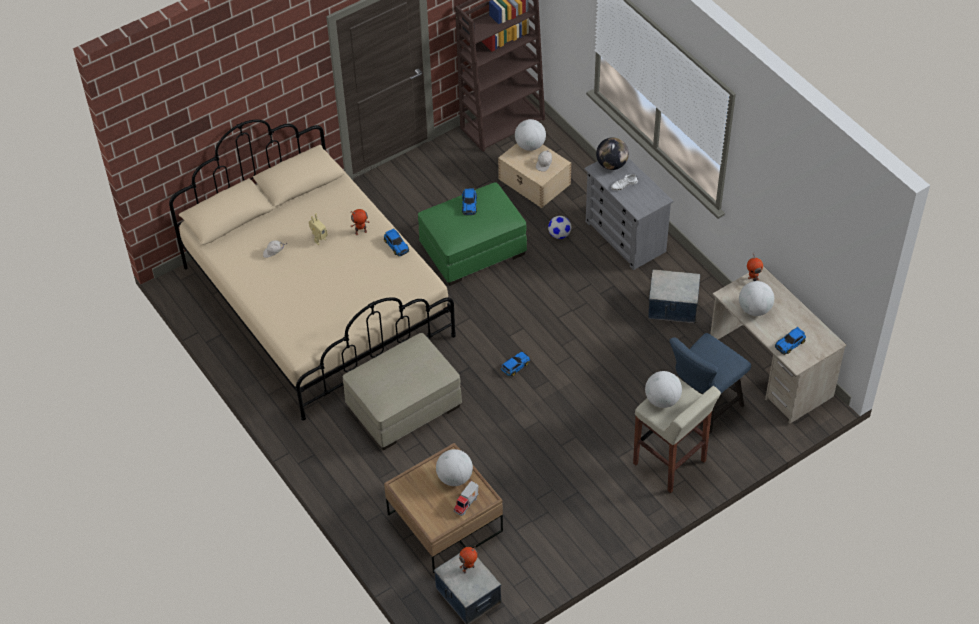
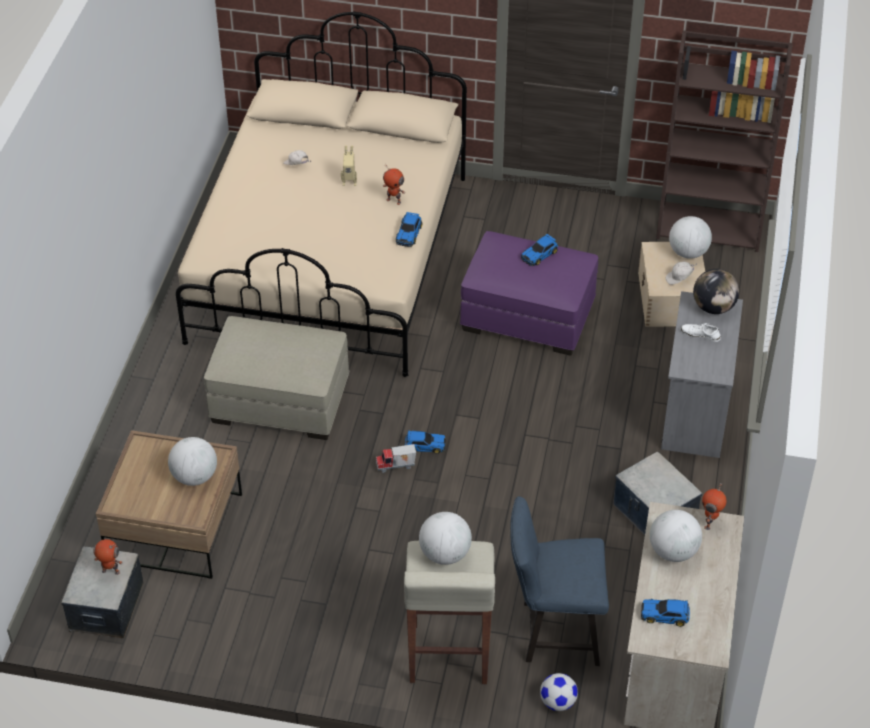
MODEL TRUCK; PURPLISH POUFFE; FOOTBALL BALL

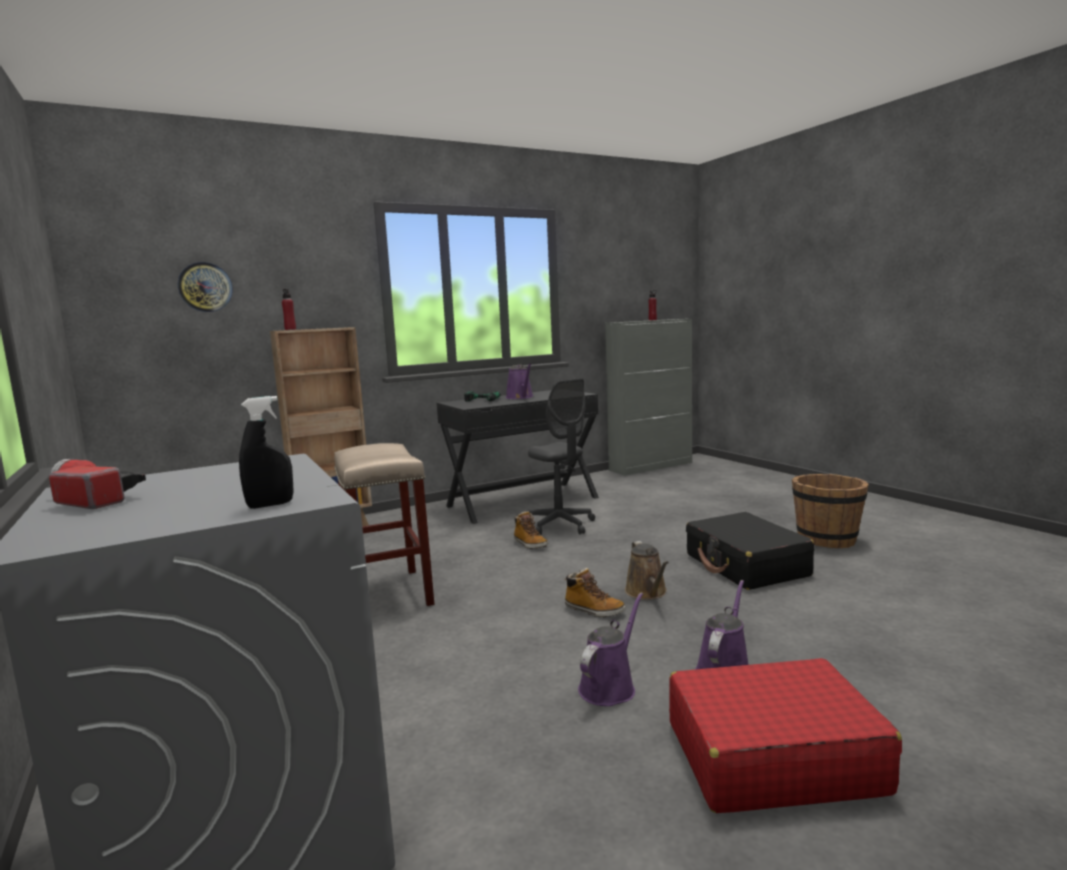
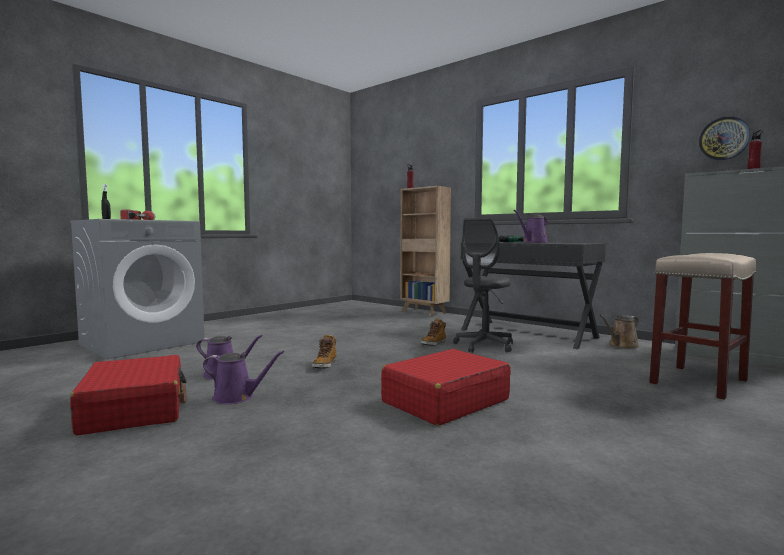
REDDISH PIECE OF LUGGAGE (2nd from left); BROWN-COLOURED WATERING CAN; SAND-COLOURED SITTING STOOL; WALL CLOCK; BROWN-COLOURED PAIL

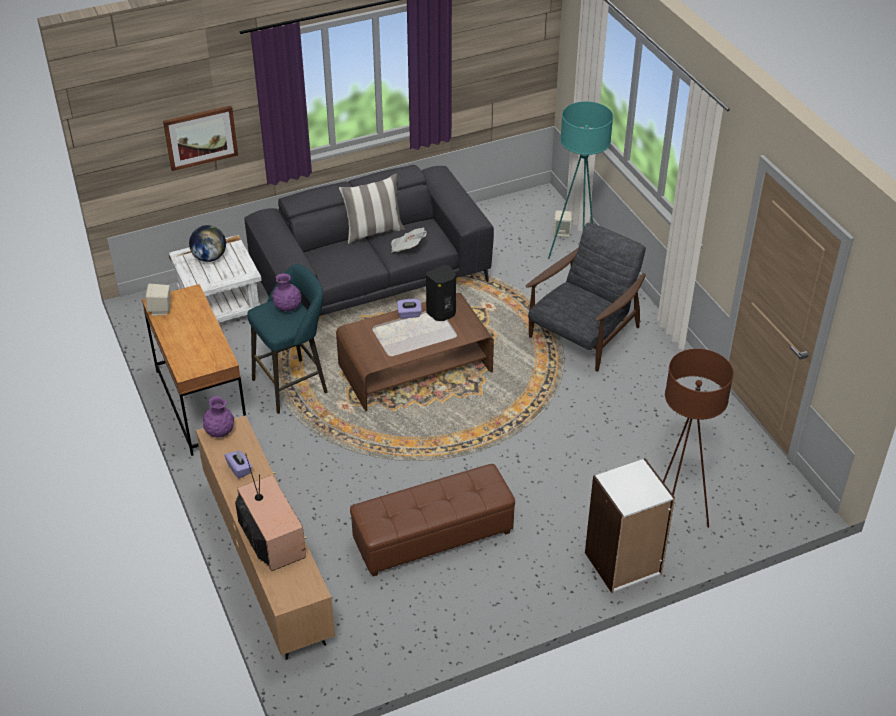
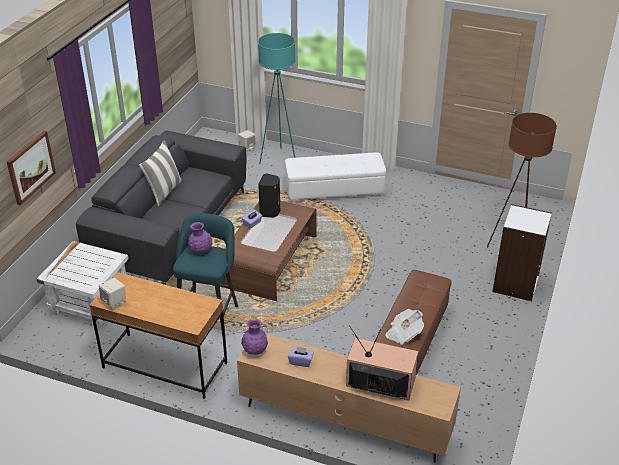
WHITE POUFFE; NEWSPAPER; WORLD GLOBE

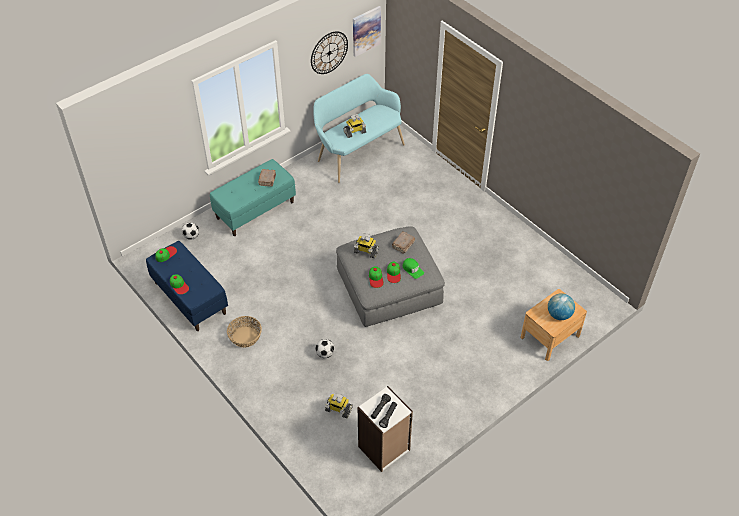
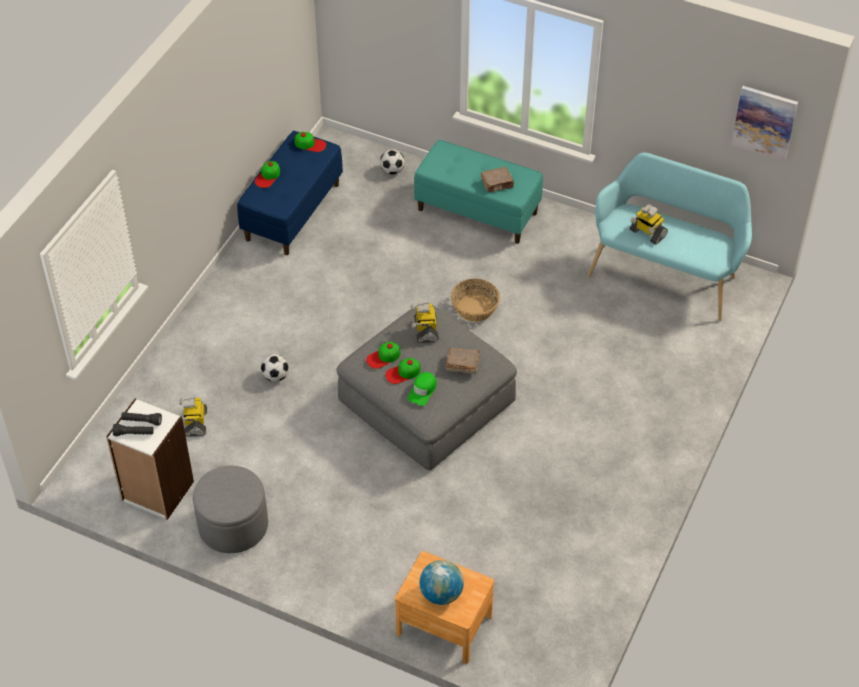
GRAY POUFFE (1st from left); HOUSEHOLD BASKET; WALL CLOCK

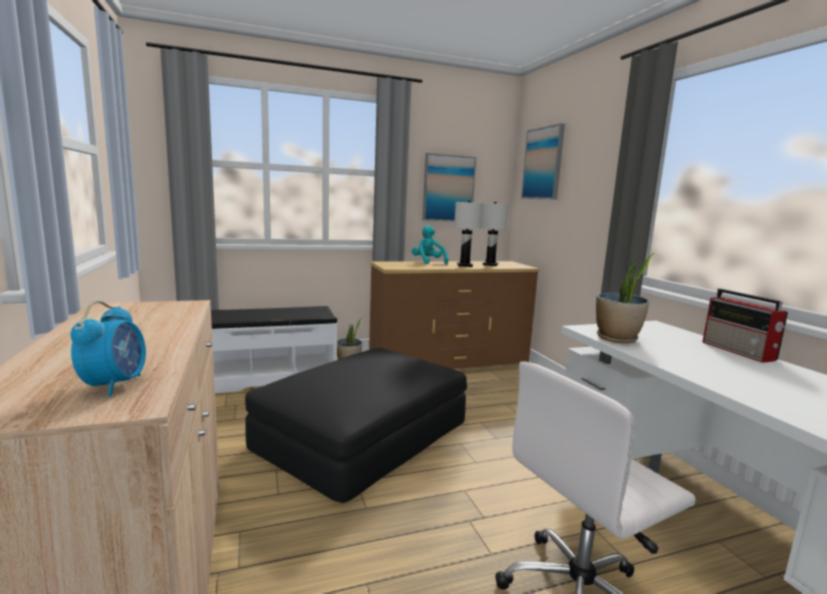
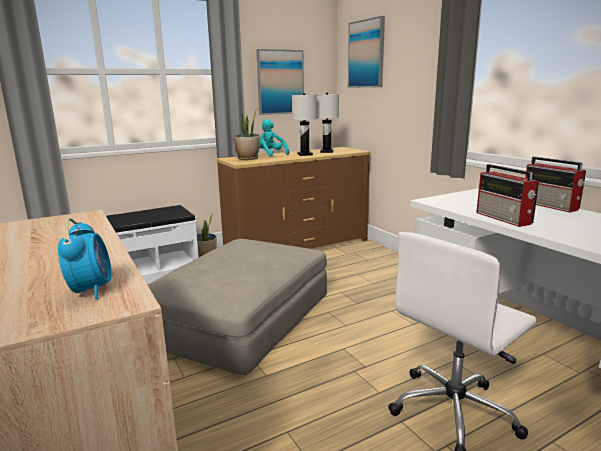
SAND-COLOURED POUFFE; POTTED PLANT (2nd from left); RADIO SET (1st from left)

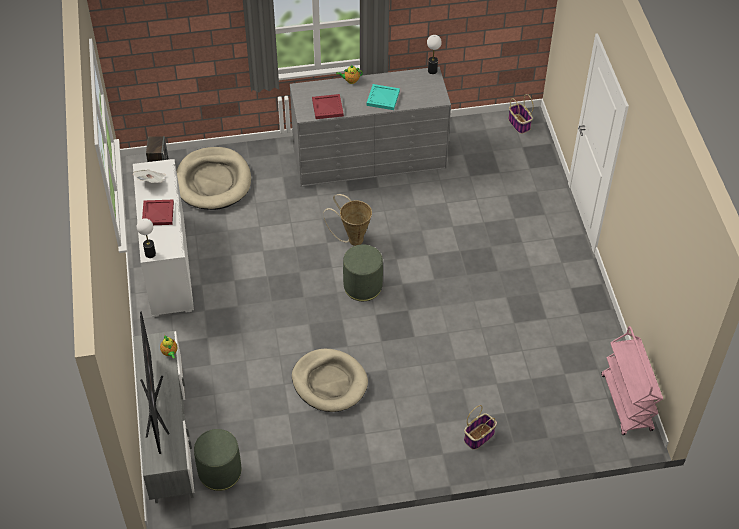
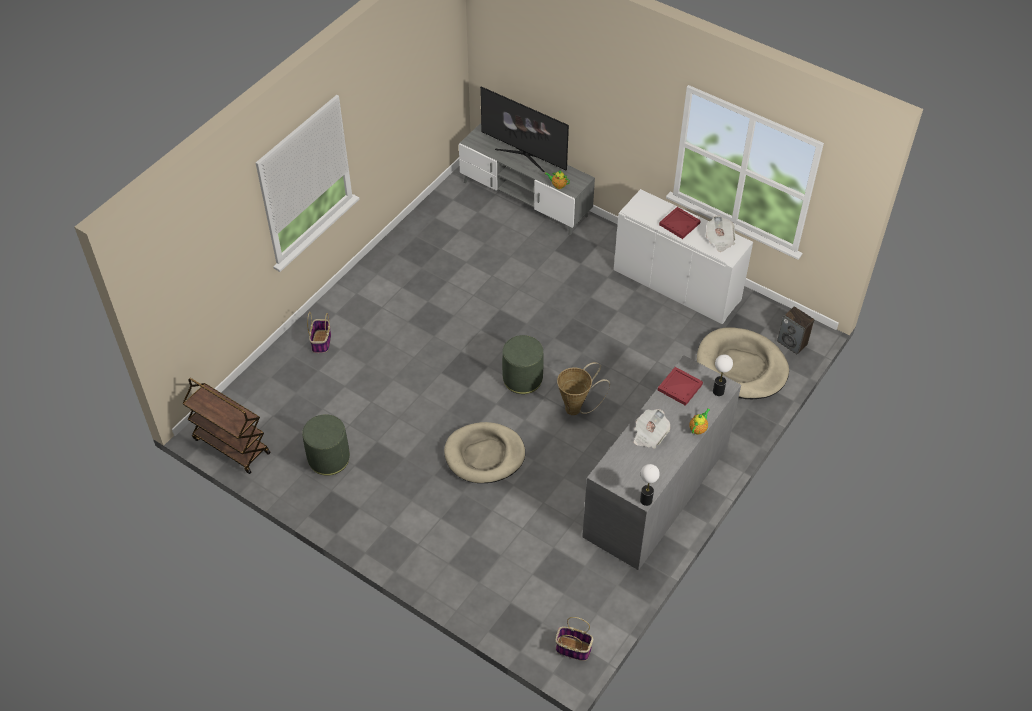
BROWN-COLOURED WHEELED CART; GREEN-COLOURED POUFFE (1st from left); SAND-COLOURED PET BED (1st from left); NEWSPAPER (1st from left); TABLETOP LAMP (2nd from left)

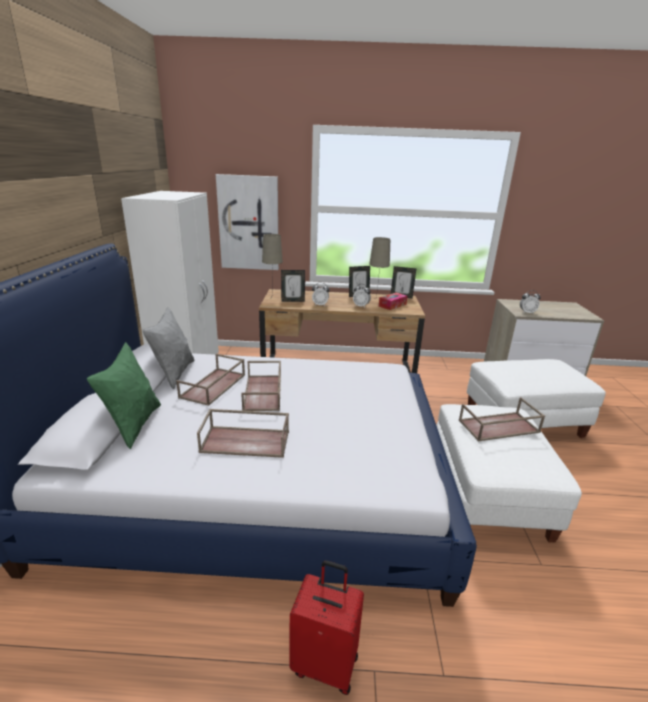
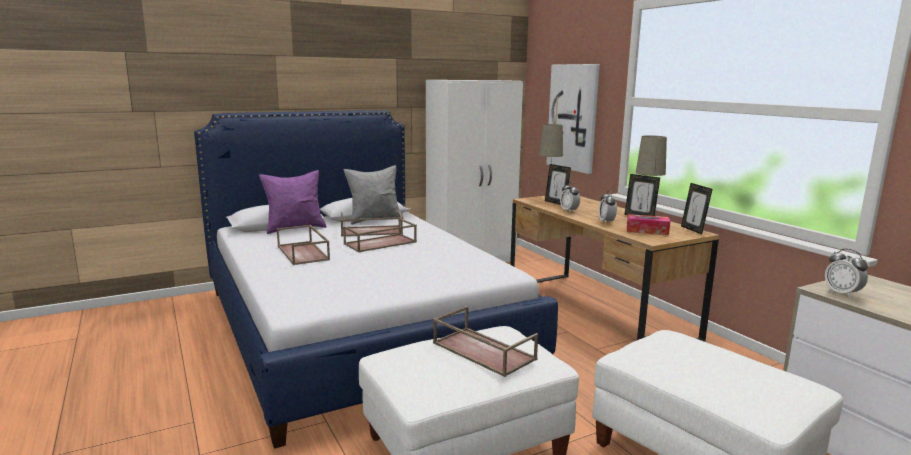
PURPLISH PILLOW; REDDISH PIECE OF LUGGAGE

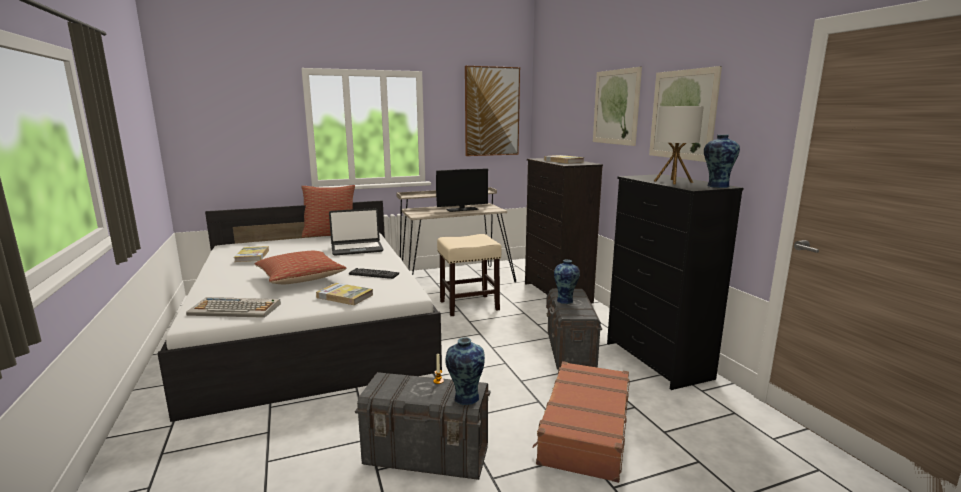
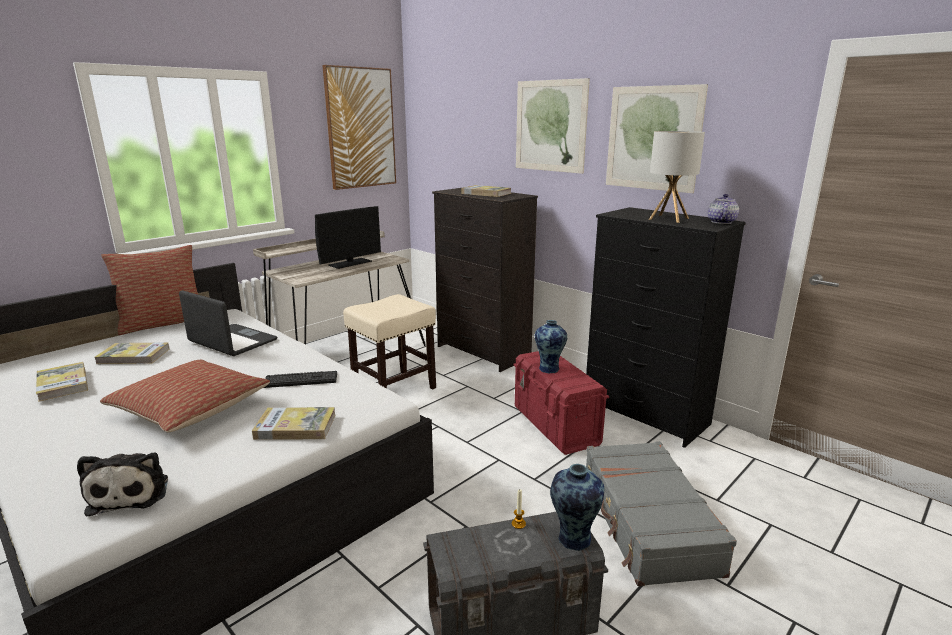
SOFT TOY; BOUND BOOK (2nd from left); NOTEBOOK COMPUTER; REDDISH STORAGE BIN; GRAY PIECE OF LUGGAGE; POT FOR TEA

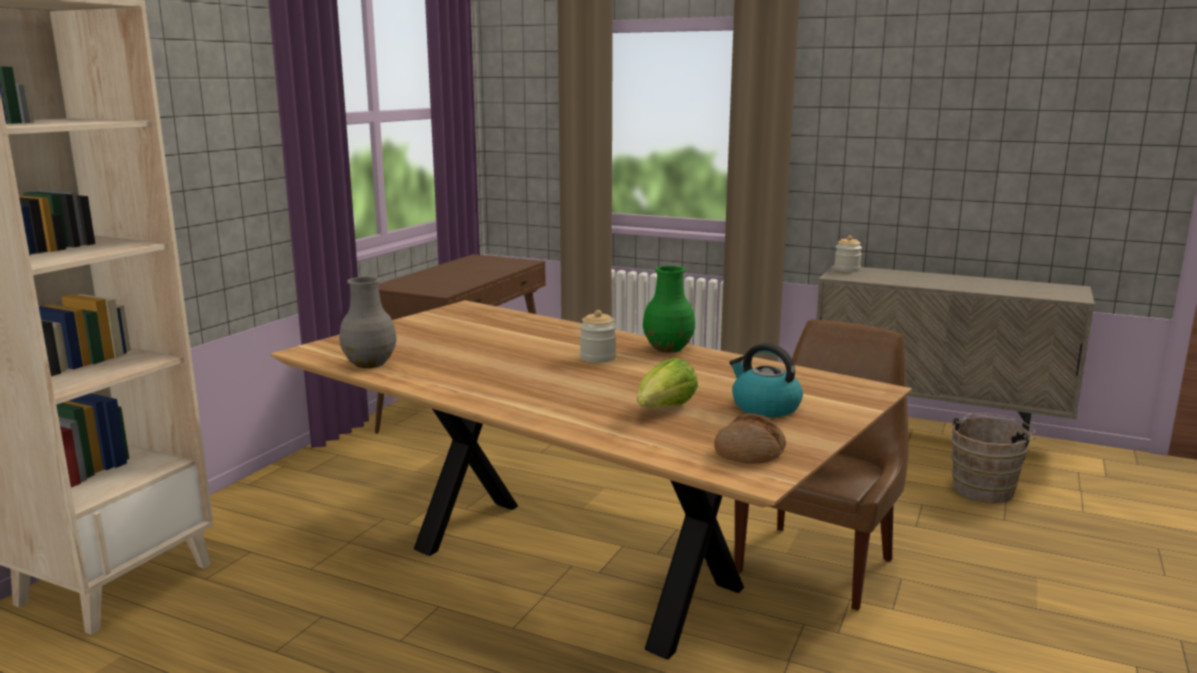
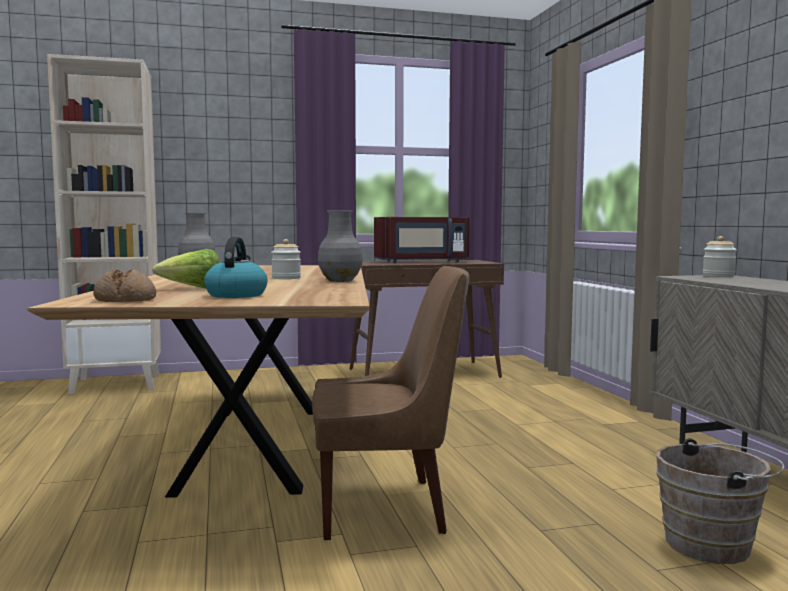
GRAY DECORATIVE VASE (2nd from left); REDDISH MICROWAVE OVEN

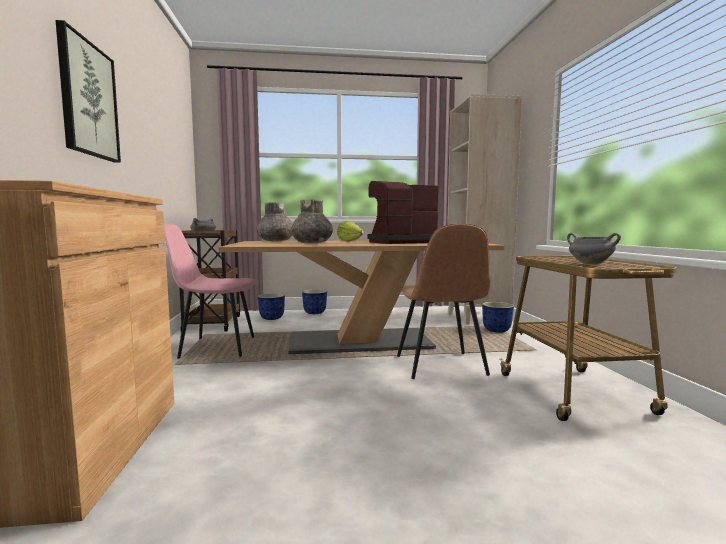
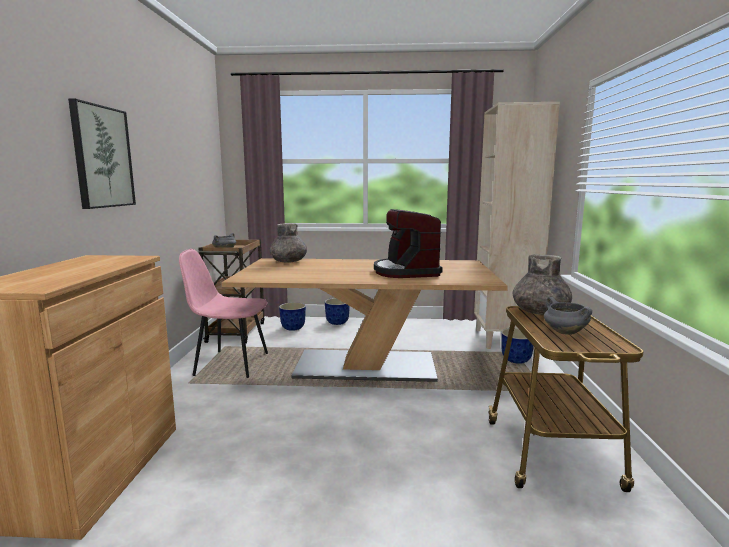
COFFEE MACHINE; GRAY DECORATIVE VASE (2nd from left); HEAD OF LETTUCE; BROWN-COLOURED PLAIN CHAIR

